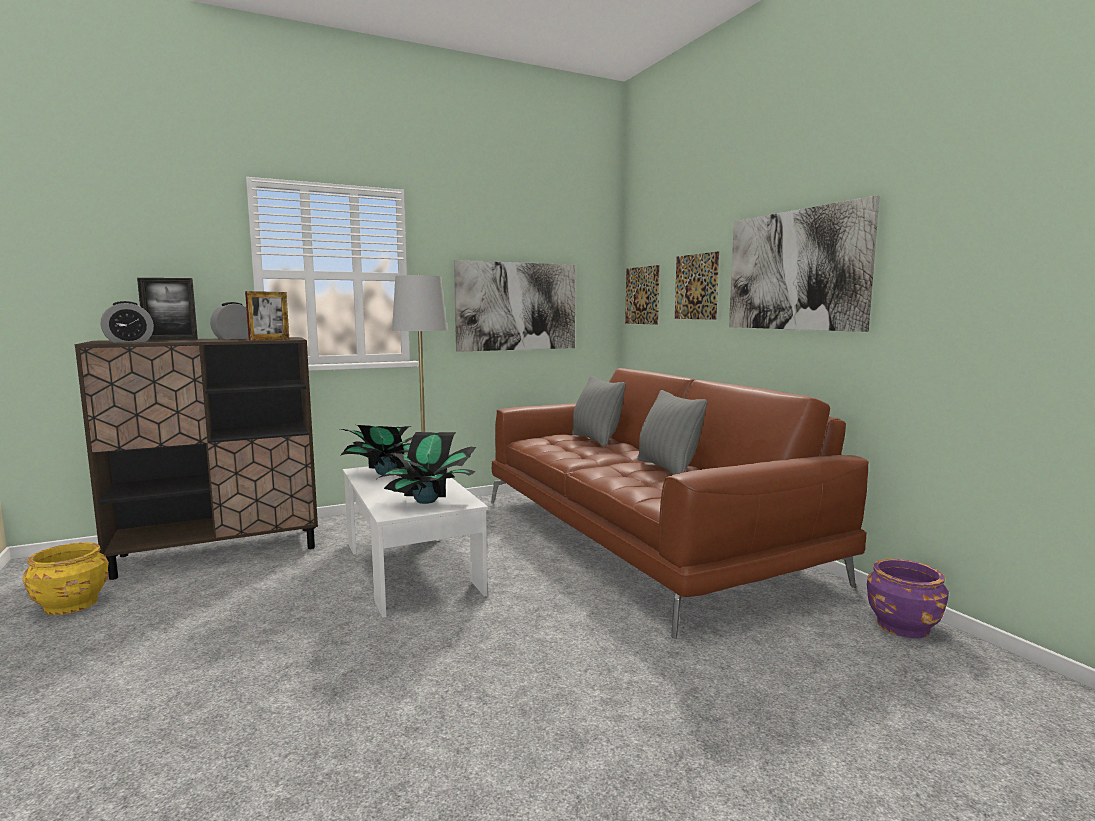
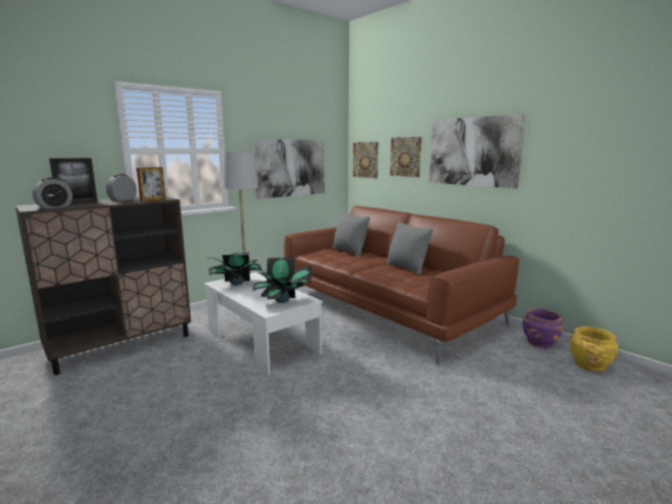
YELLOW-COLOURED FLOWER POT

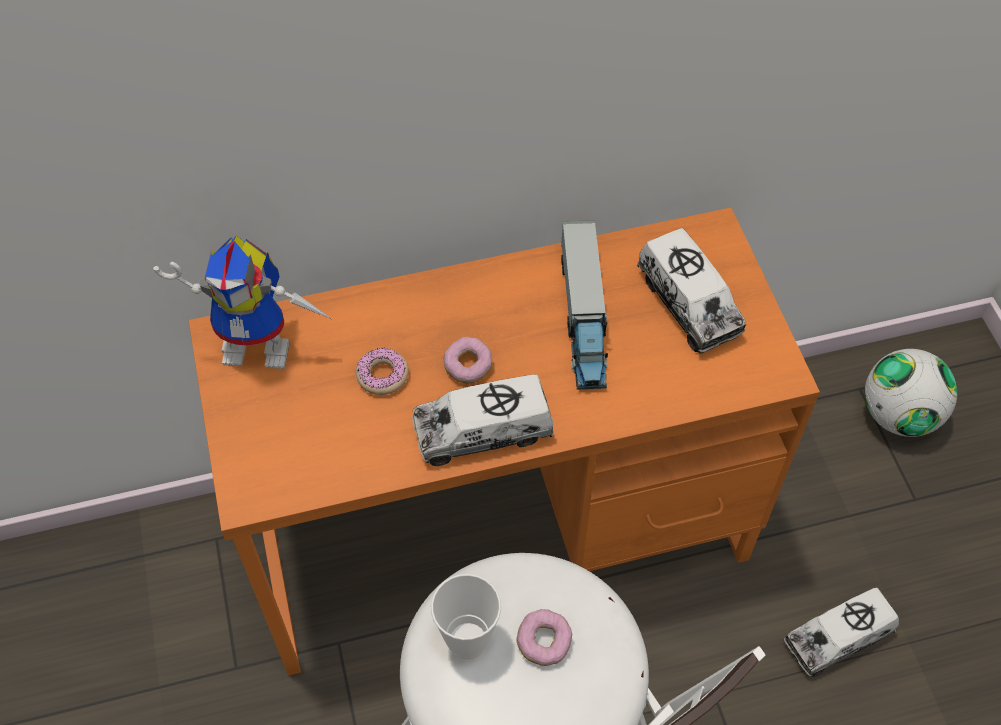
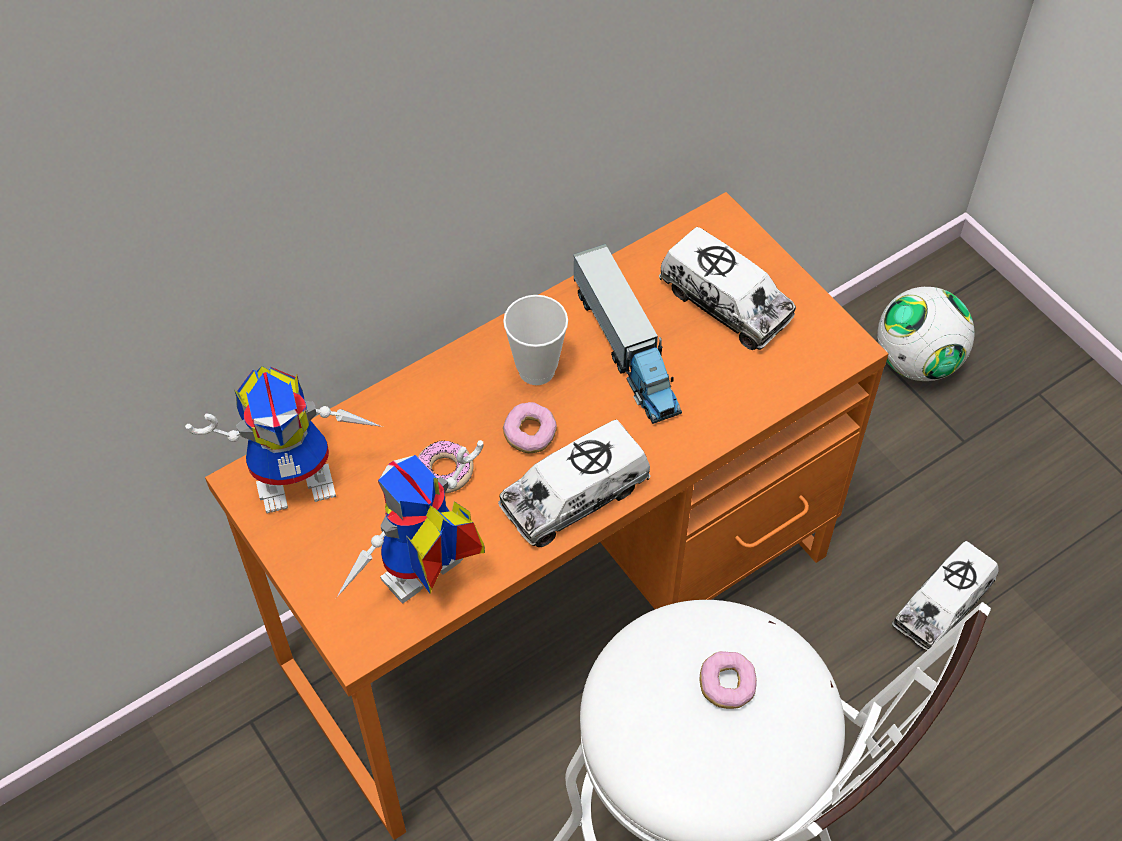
TOY ROBOT (2nd from left); DRINKING CUP

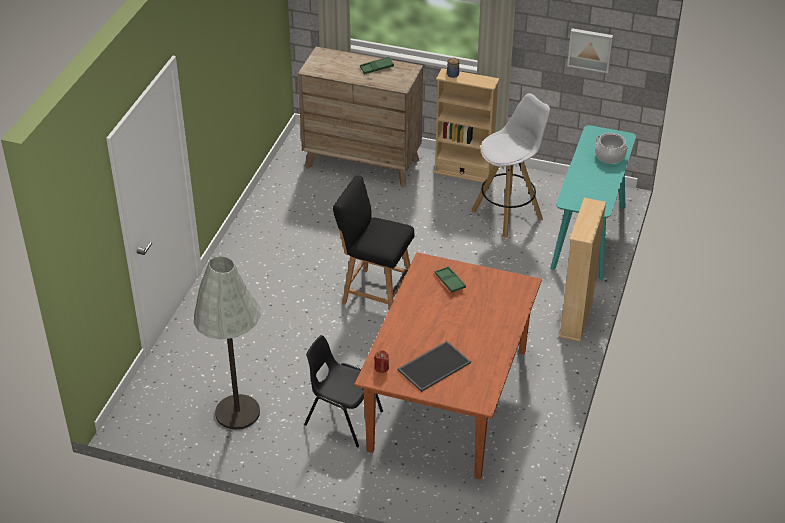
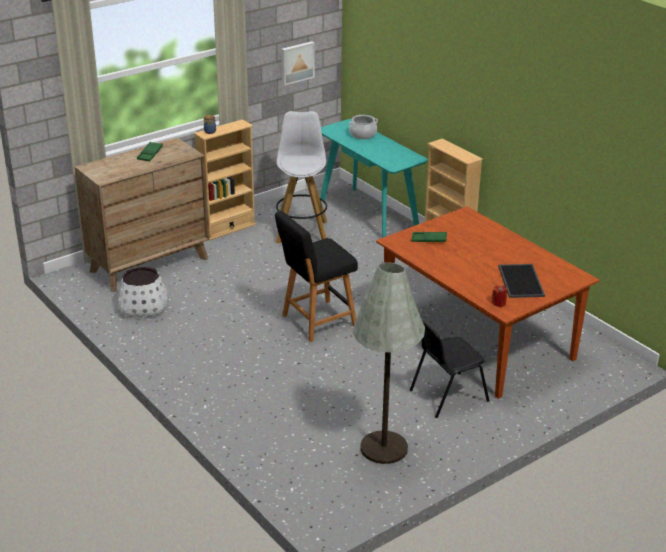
WHITE FLOWER POT

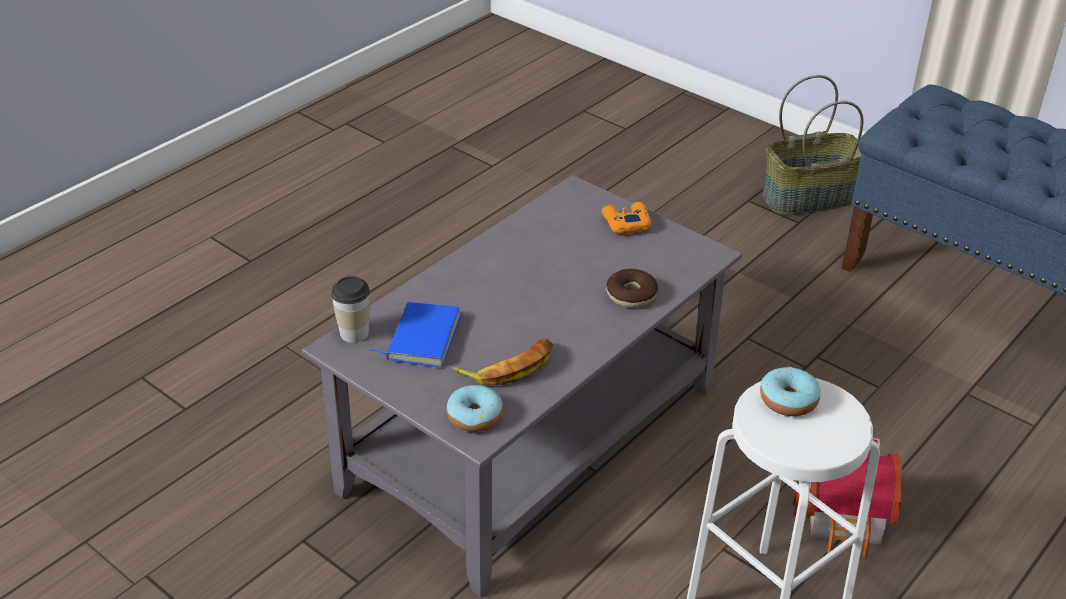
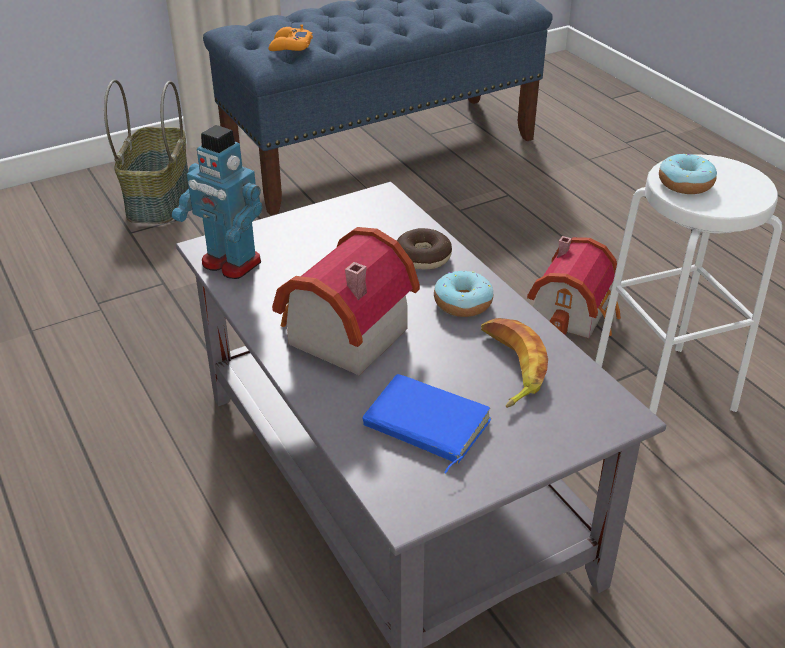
TOY ROBOT; ORANGEY GAMEPAD; MODEL HOUSE (1st from left); DOUGHNUT (2nd from left); DRINKING CUP

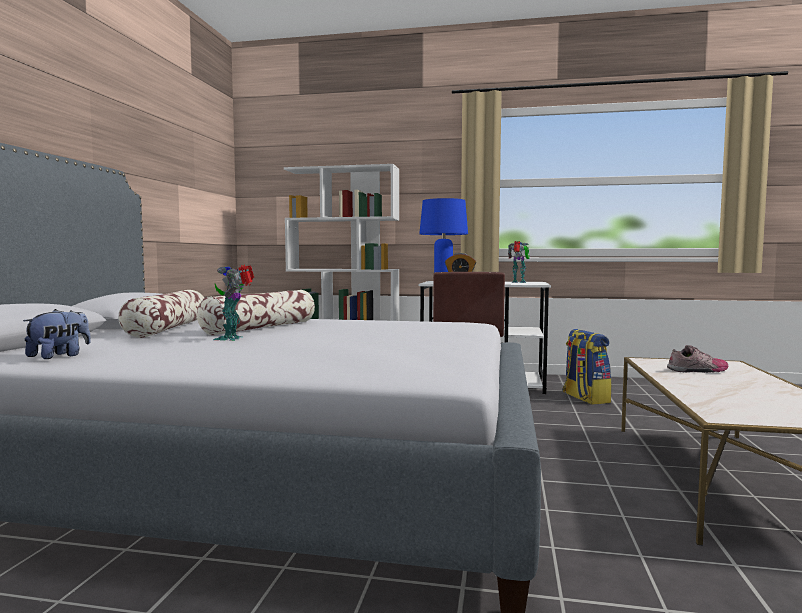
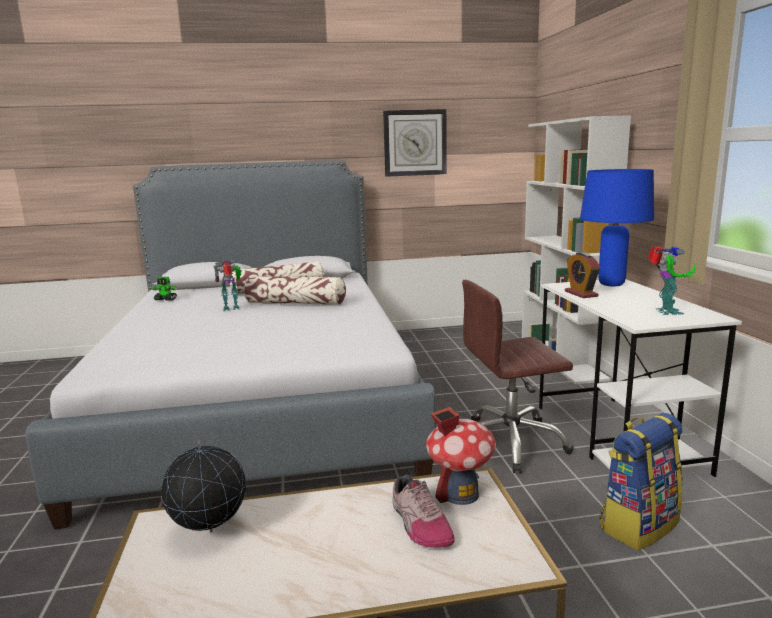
TOY ROBOT (1st from left); WORLD GLOBE; WALL CLOCK; MODEL HOUSE

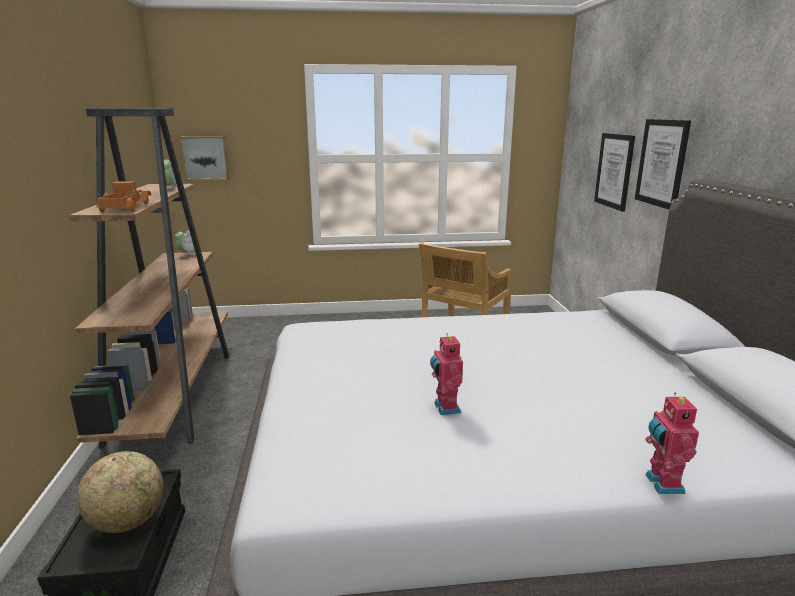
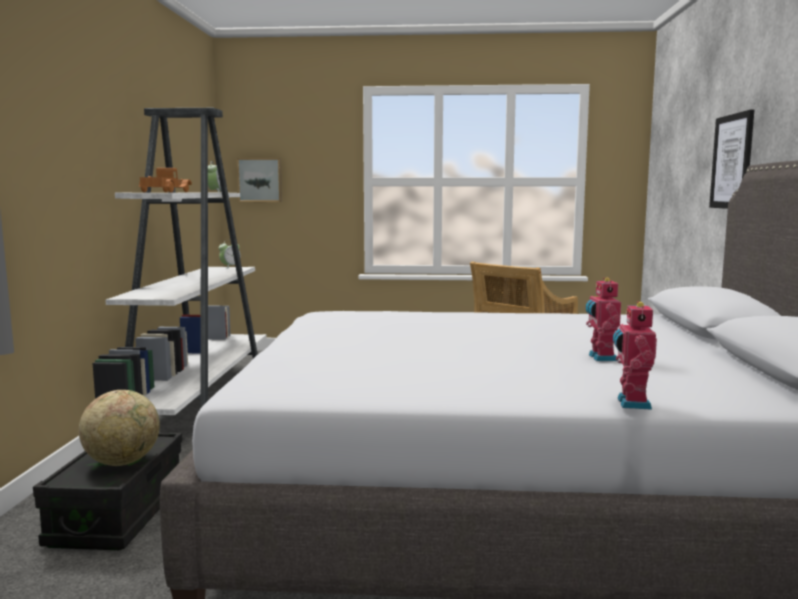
WHITE BOOKSHELF; TOY ROBOT (1st from left); WALL ART (2nd from left in the first image)

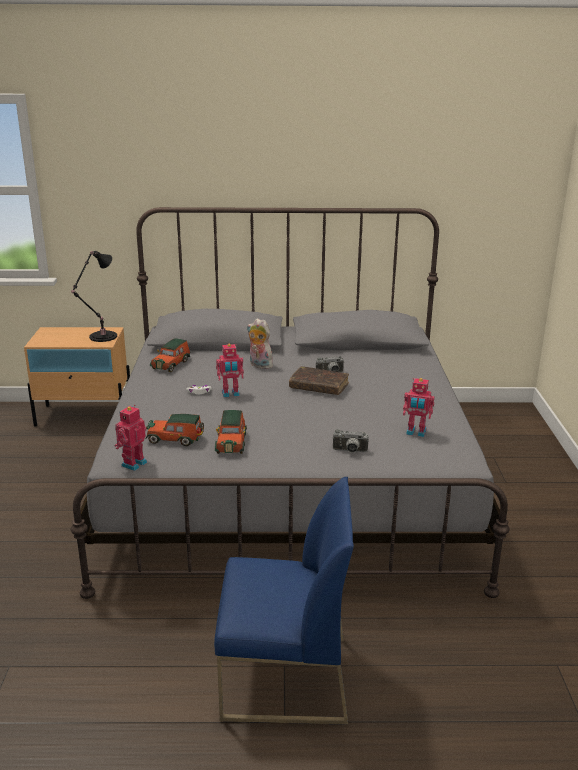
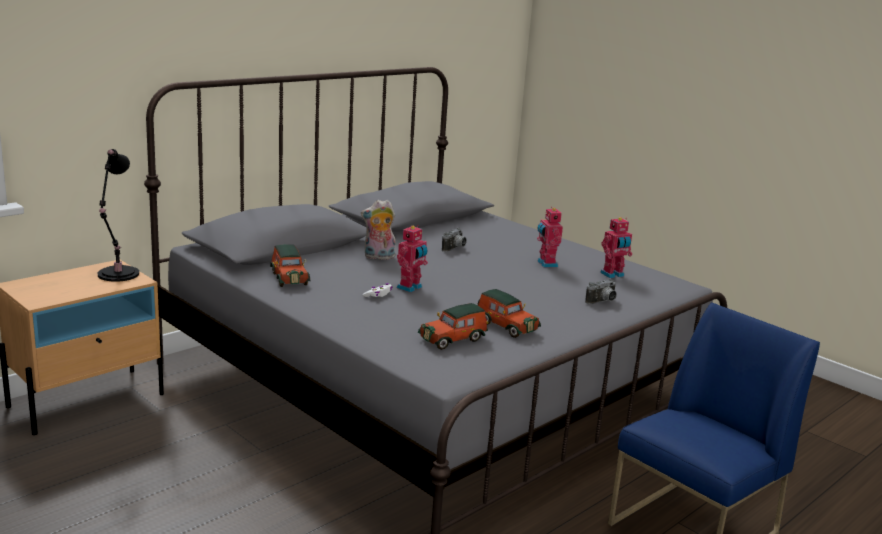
TOY ROBOT (2nd from left); BROWN-COLOURED BOUND BOOK

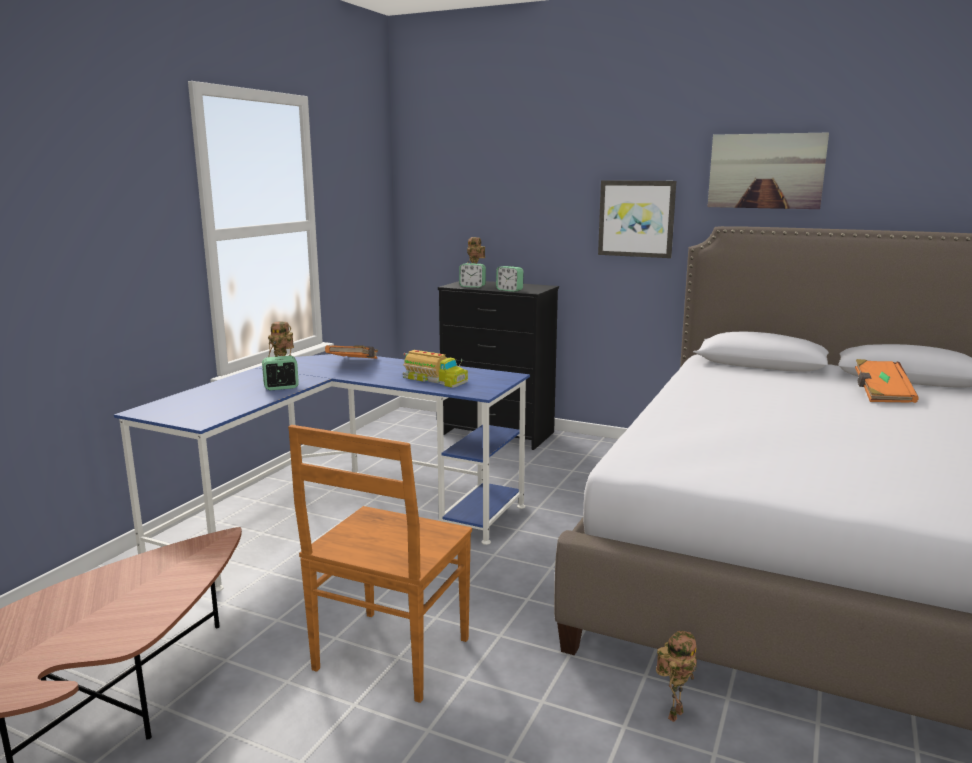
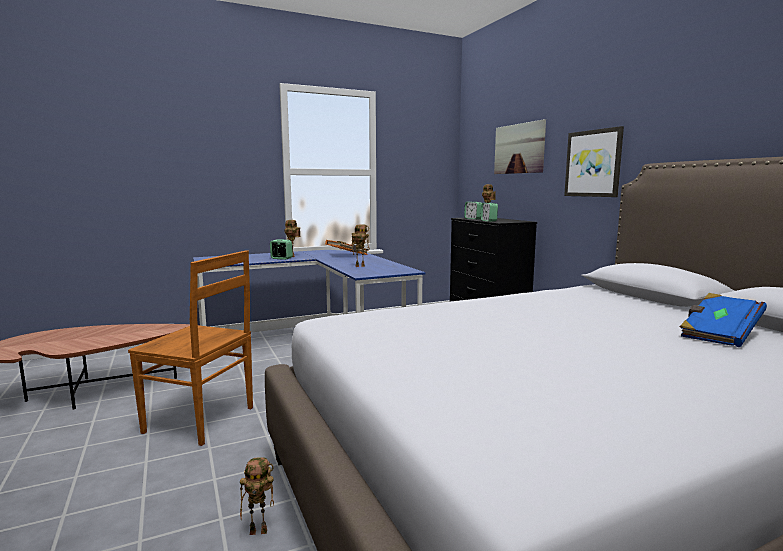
BROWN-COLOURED PLAIN CHAIR; TOY ROBOT (3rd from left); WALL ART (1st from left); BLUISH BOUND BOOK

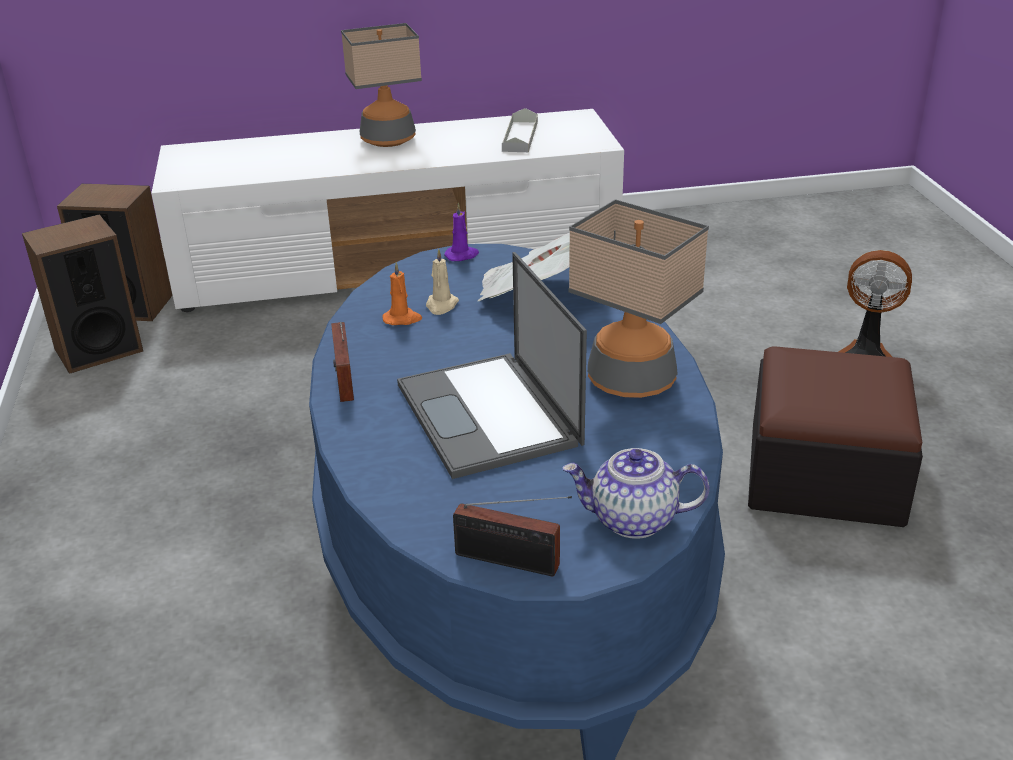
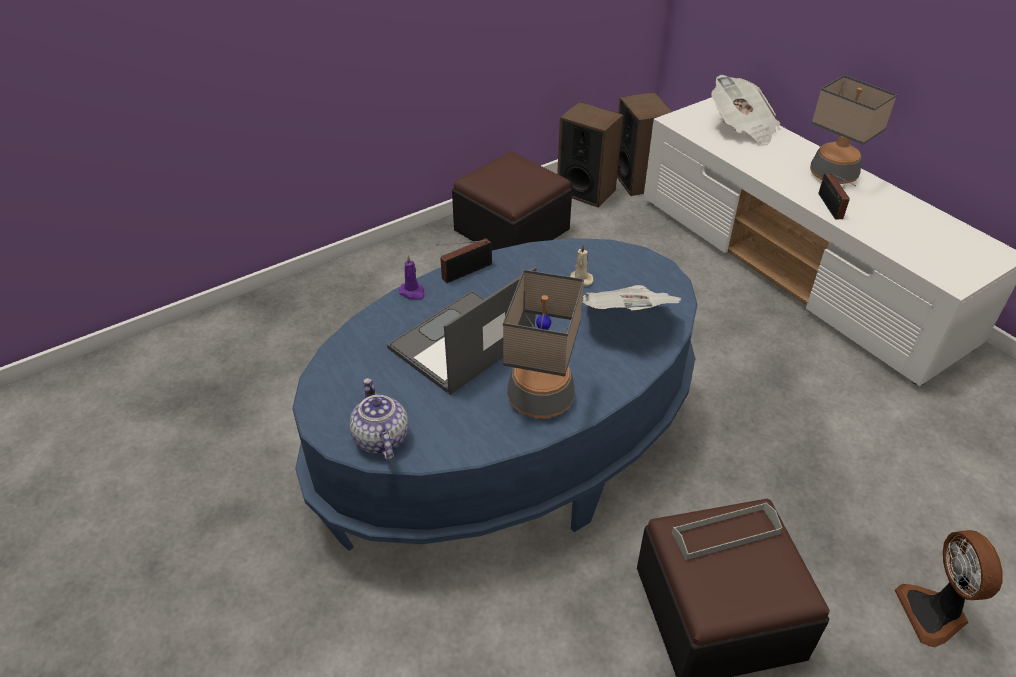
PURPLISH WAX CANDLE; POUFFE (1st from left); GRAY CARRYING TRAY; NEWSPAPER (2nd from left); RADIO SET (2nd from left); ORANGEY WAX CANDLE

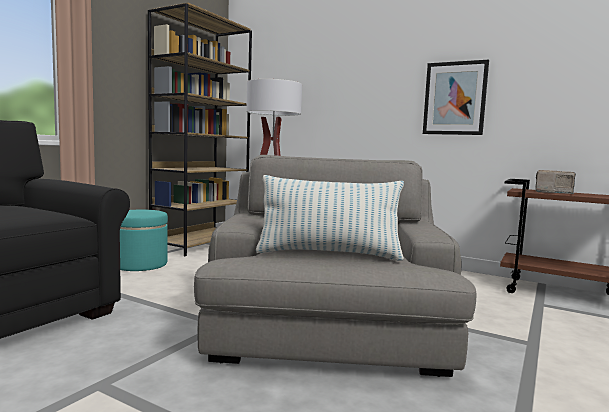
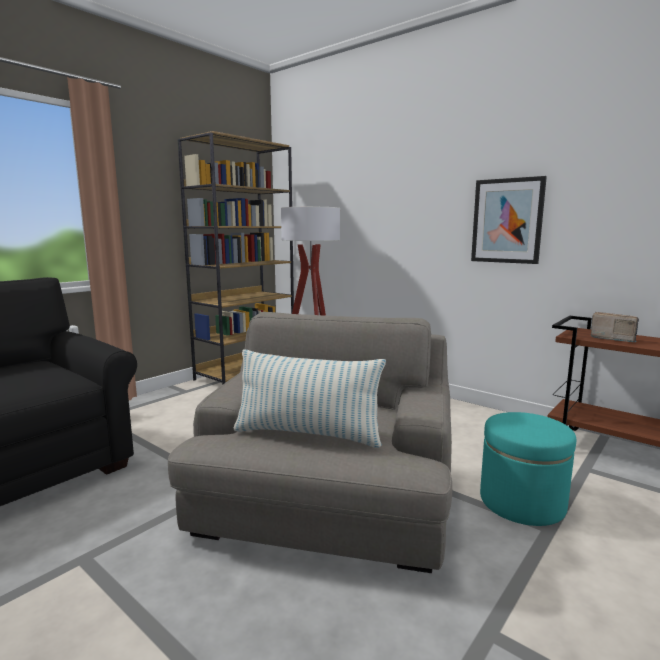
TURQUOISE POUFFE

